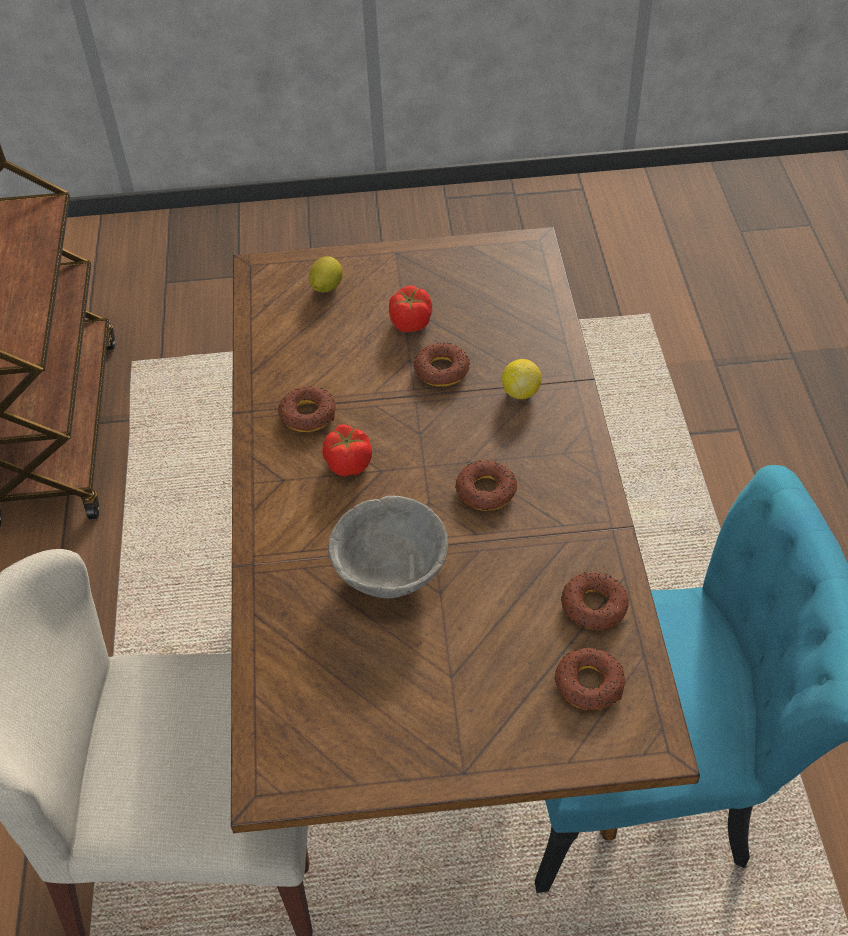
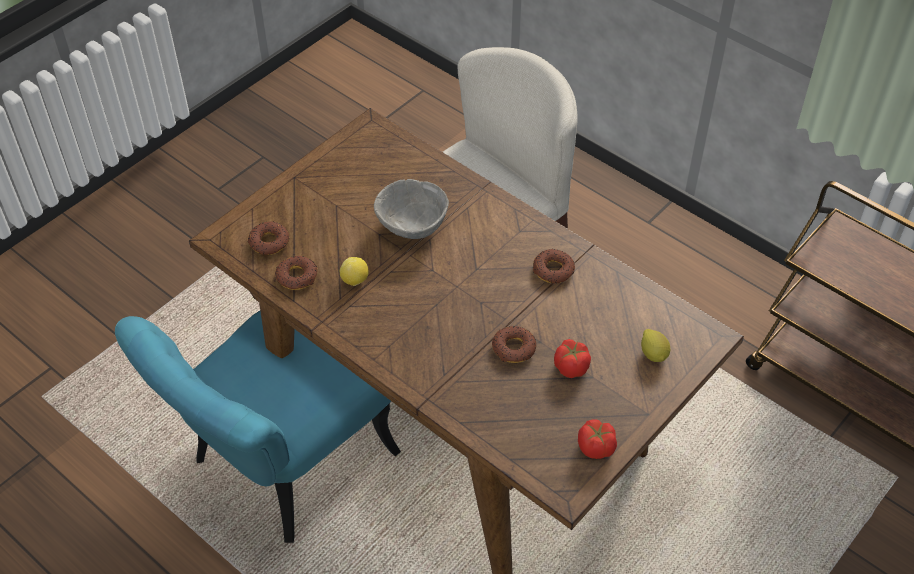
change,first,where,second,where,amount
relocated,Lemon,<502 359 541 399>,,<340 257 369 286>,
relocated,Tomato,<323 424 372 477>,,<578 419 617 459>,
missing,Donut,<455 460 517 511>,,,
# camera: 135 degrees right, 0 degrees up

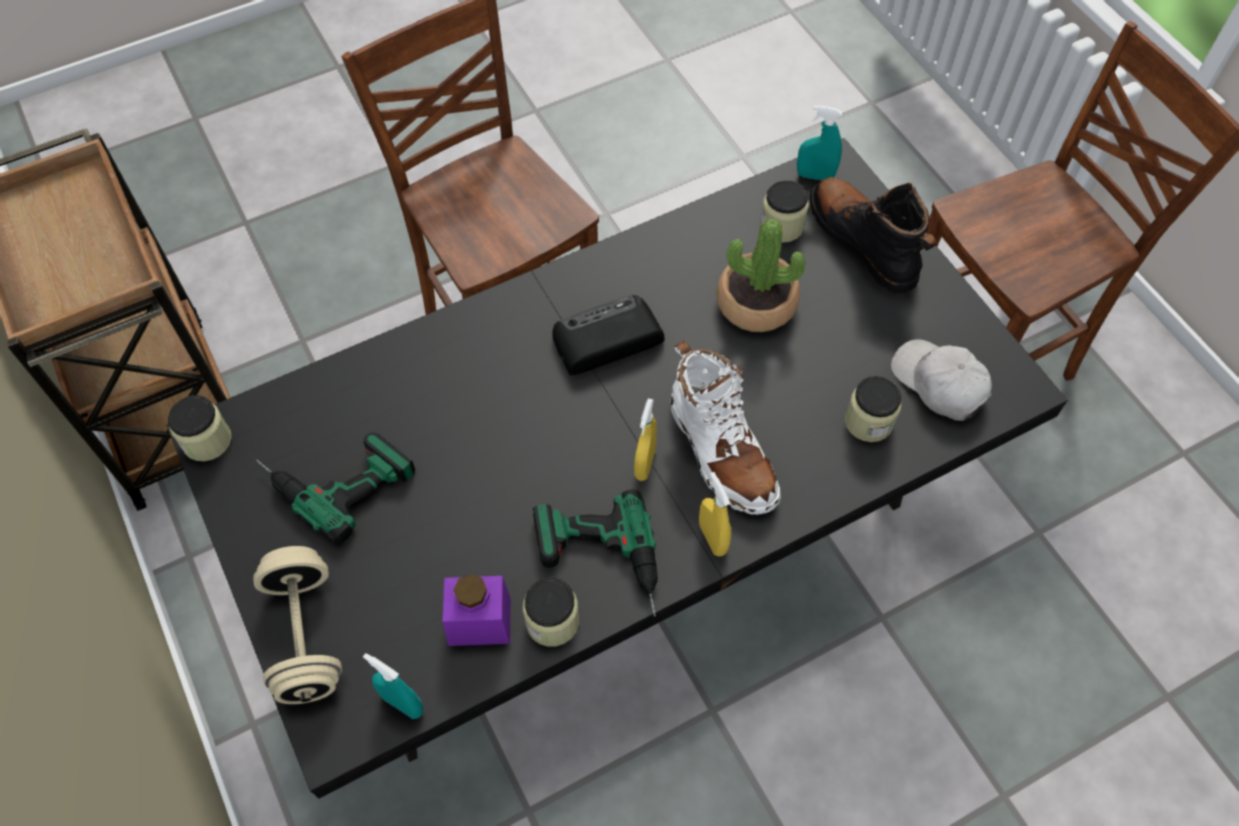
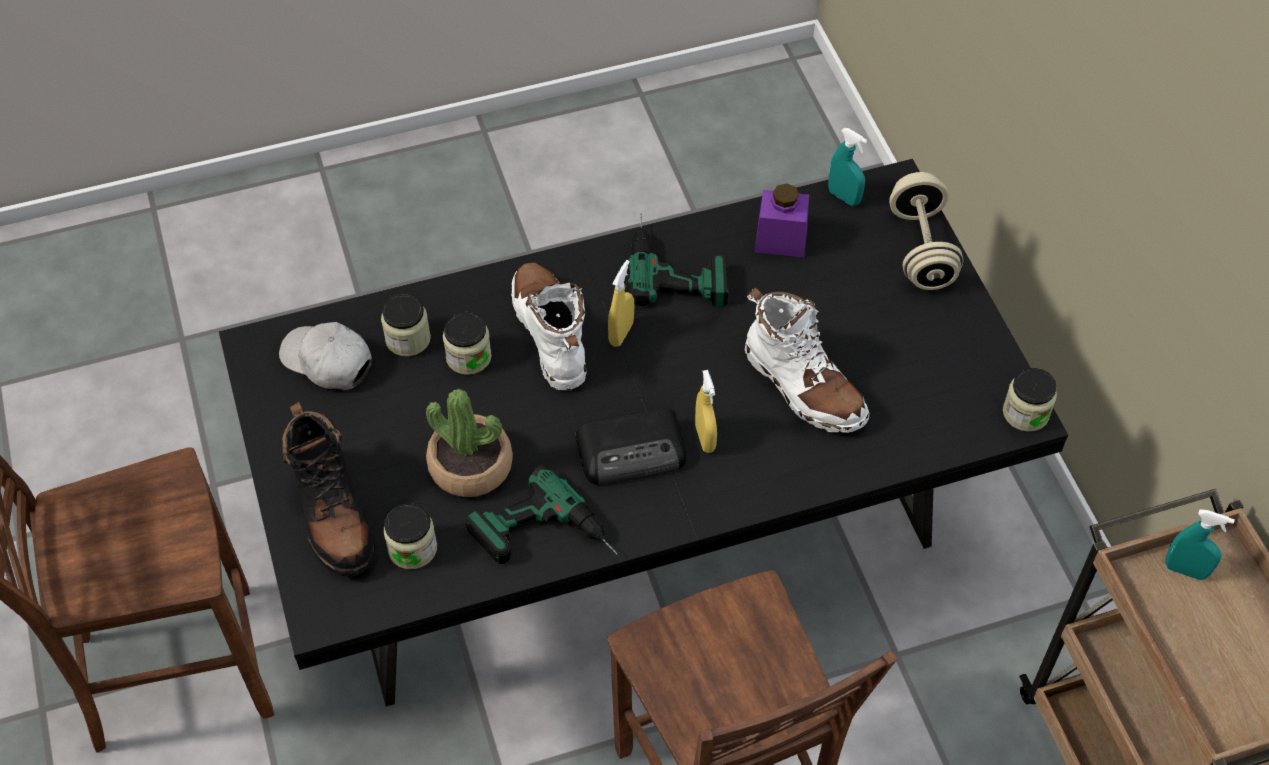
change,first,where,second,where,amount
relocated,TurquoiseSprayBottle,<797 105 842 180>,,<1165 509 1235 580>,
spun,WhiteCap,<891 339 992 421>,,<279 322 372 390>,150 degrees clockwise
relocated,PowerDrill,<256 432 415 543>,,<465 465 618 564>,
relocated,YellowSprayBottle,<699 472 731 557>,,<695 370 717 453>,
relocated,Jar,<523 578 579 647>,,<443 312 492 375>,
appeared,,,WhiteBoot,<745 288 869 433>,
# camera: 170 degrees left, 5 degrees down

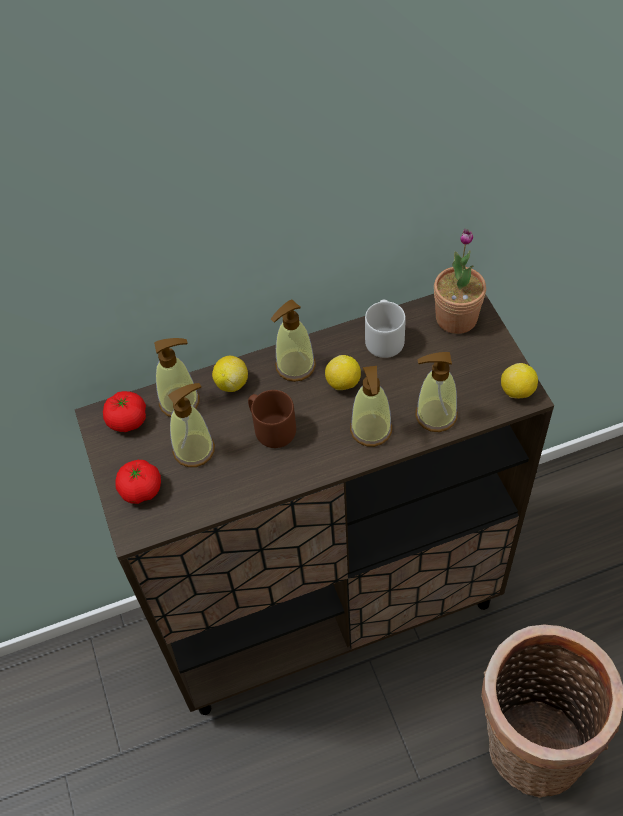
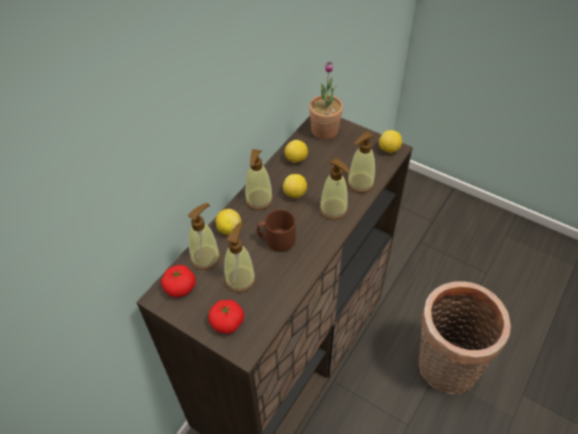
change,first,where,second,where,amount
exchanged,GreyMug,<365 300 406 358>,Lemon,<284 140 308 163>,
# camera: 40 degrees left, 5 degrees down

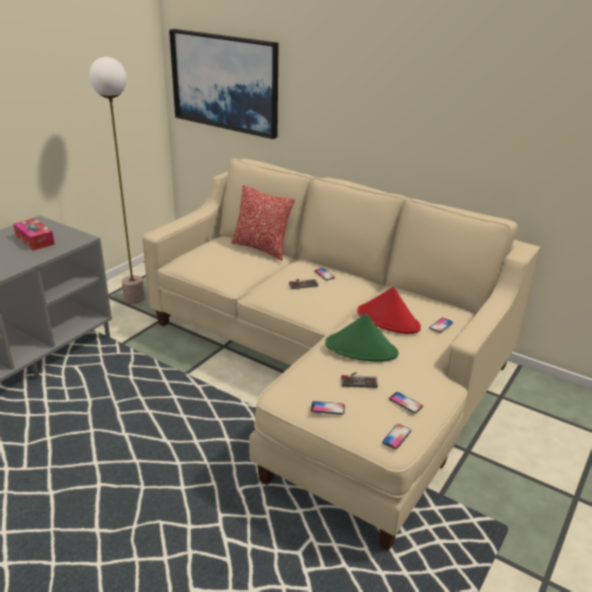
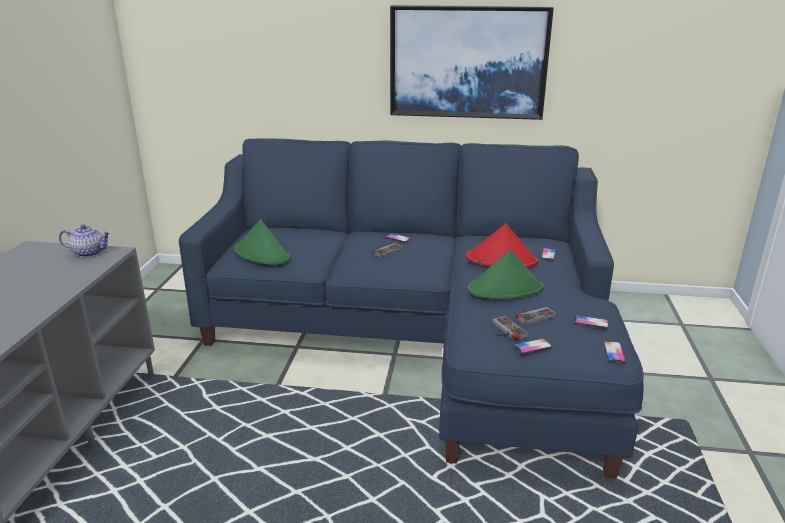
change,first,where,second,where,amount
relocated,Picture,<169 29 279 139>,,<390 5 554 120>,
missing,FloorLamp,<89 57 145 304>,,,
colour,BeigeSofa,<143 158 541 551>,BlueSofa,<179 138 644 479>,
missing,Pillow,<231 185 295 261>,,,
missing,TissueBox,<13 218 55 251>,,,
appeared,,,GreenHat,<234 219 291 265>,
appeared,,,Teapot,<59 224 111 257>,
appeared,,,GameController,<492 316 528 341>,
# camera: 25 degrees left, 5 degrees down

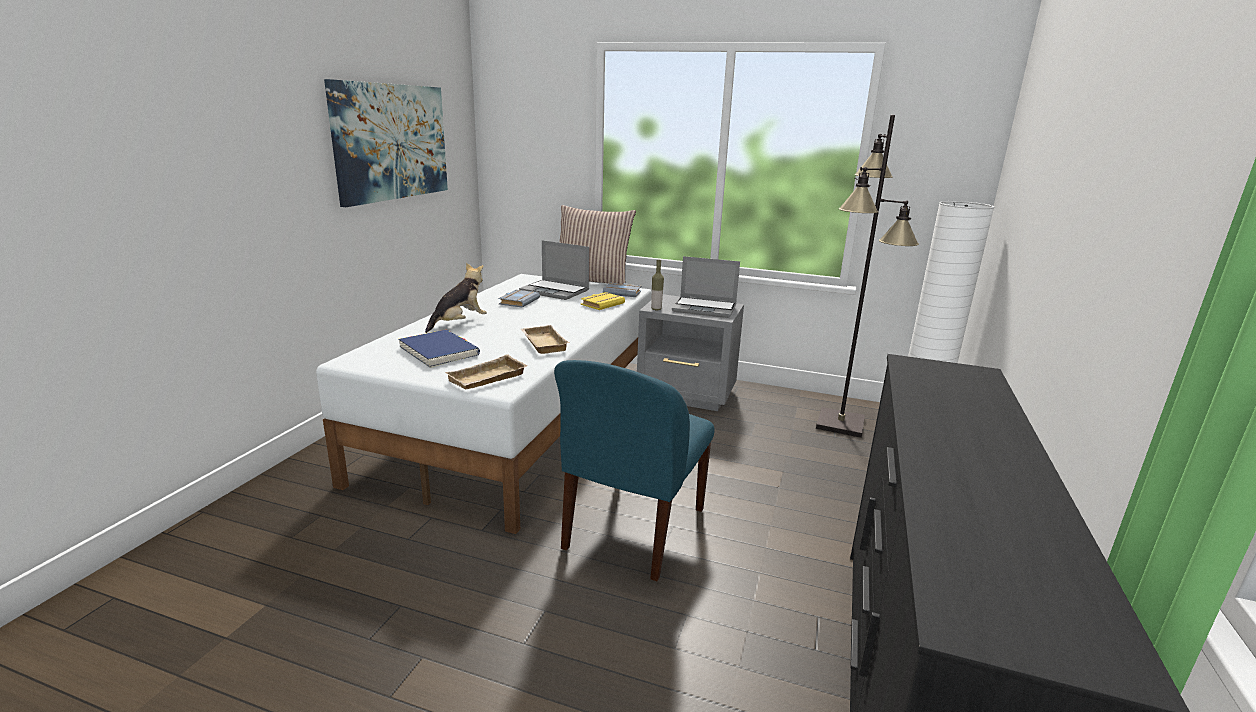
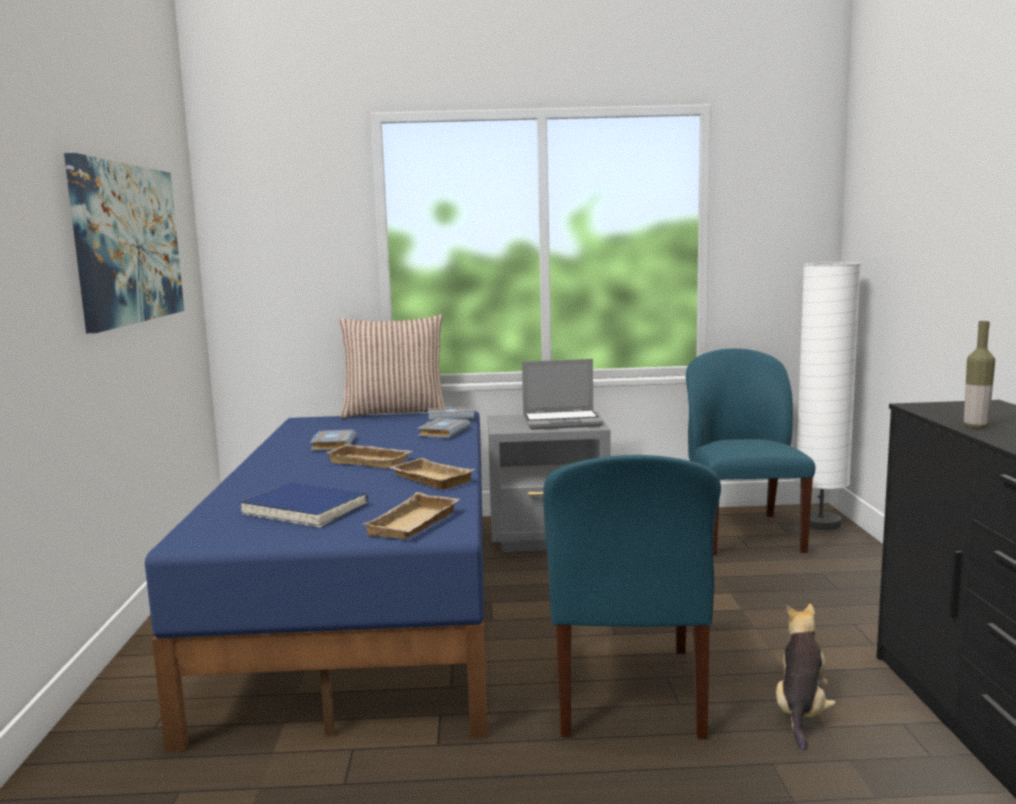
change,first,where,second,where,amount
exchanged,BlackFloorLamp,<816 115 919 438>,BlueChair,<686 348 815 555>,
missing,Laptop,<519 240 589 300>,,,
relocated,Bottle,<651 260 664 310>,,<964 321 995 429>,
relocated,PlushToy,<425 263 487 333>,,<776 604 836 750>,
colour,WhiteBed,<316 274 652 534>,BlueBed,<145 411 488 752>,
colour,YellowBook,<581 292 625 310>,GreyBook,<417 418 470 438>,
appeared,,,BeigeTray,<326 444 412 469>,
# camera: 20 degrees left, 10 degrees down

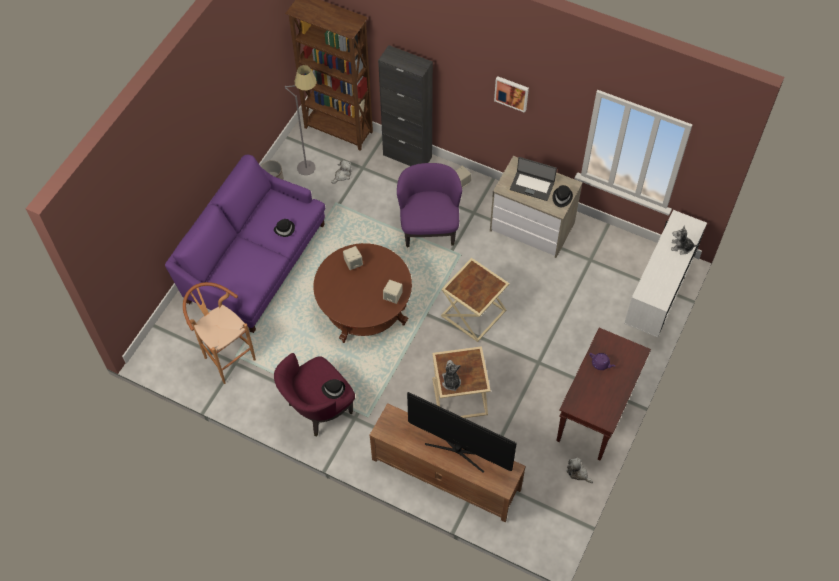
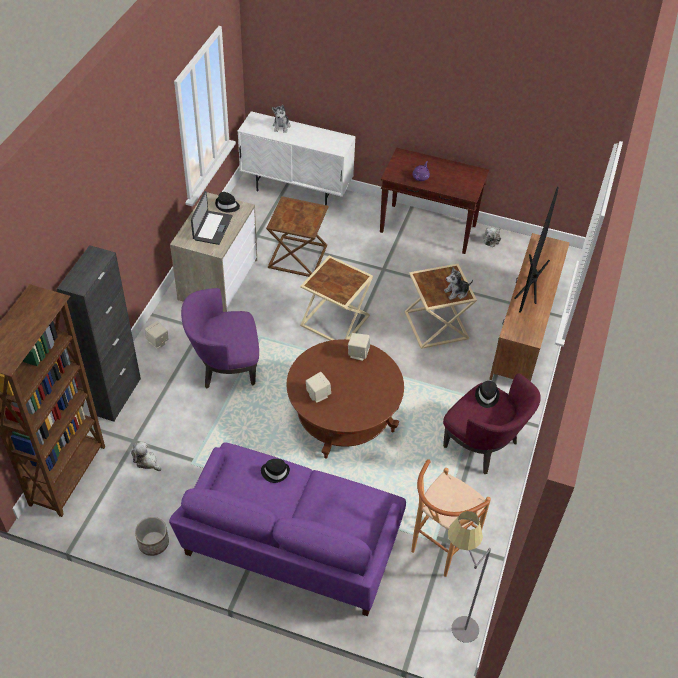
change,first,where,second,where,amount
relocated,GreyFloorLamp,<285 65 317 175>,,<448 511 491 643>,
missing,Picture,<494 76 529 113>,,,
appeared,,,BrownSideTable,<266 196 328 277>,
# camera: 100 degrees left, 10 degrees down

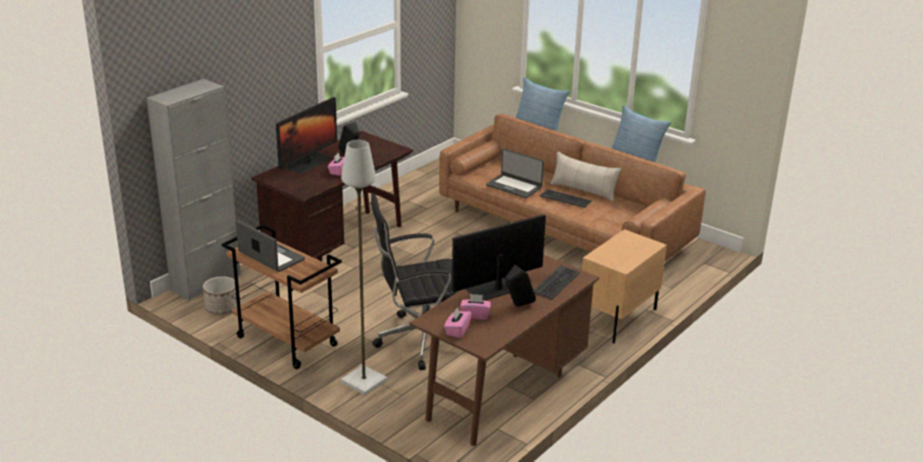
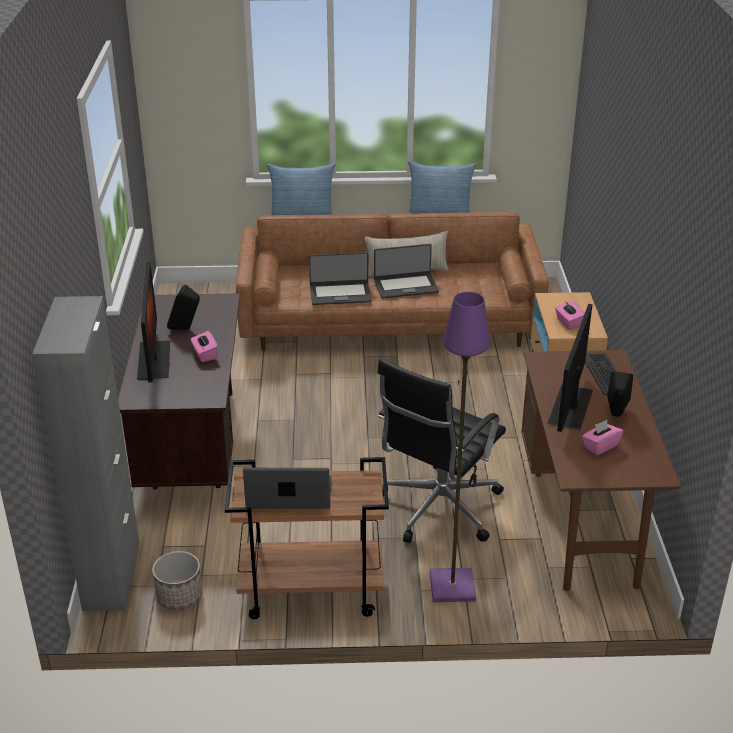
change,first,where,second,where,amount
colour,GreyFloorLamp,<341 140 387 395>,PurpleFloorLamp,<430 292 490 602>,
exchanged,Keyboard,<540 189 592 208>,Laptop,<374 244 439 299>,
relocated,PinkTissueBox,<444 307 472 338>,,<555 301 585 329>,
# camera: 40 degrees left, 5 degrees up

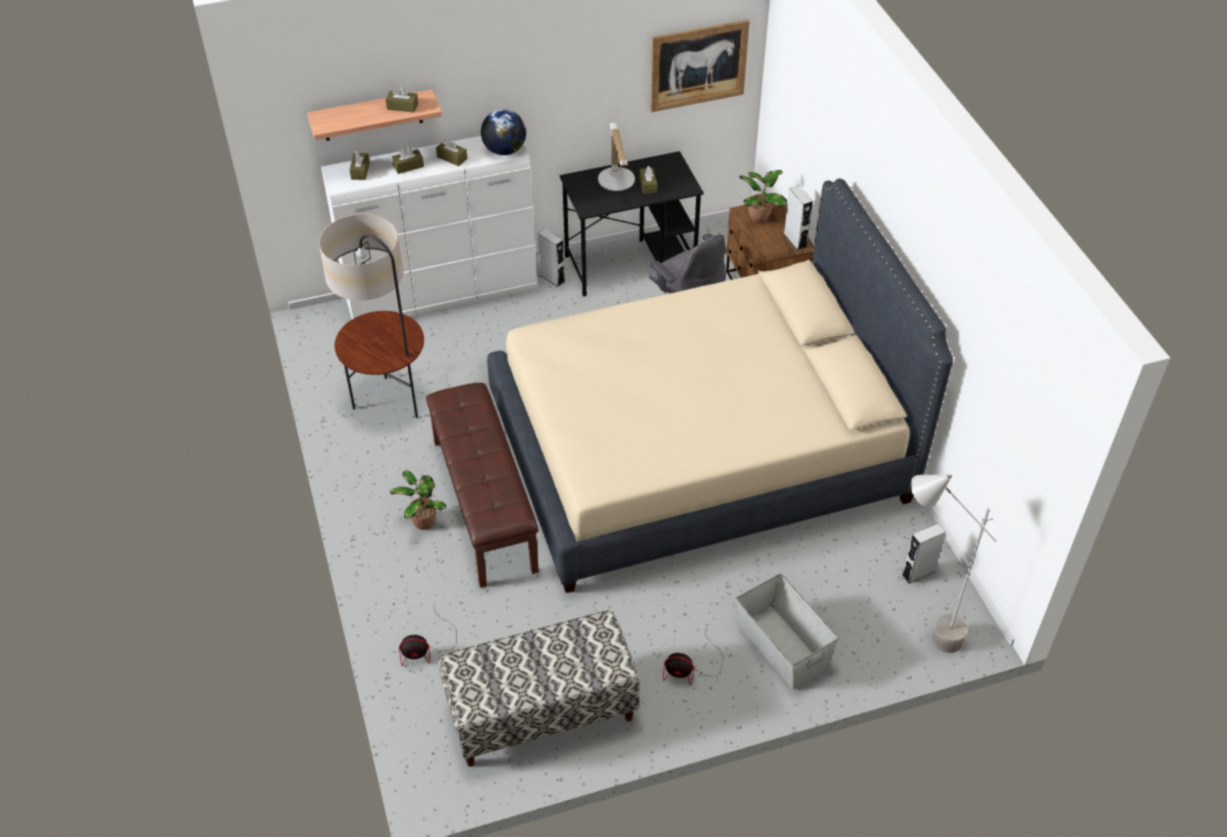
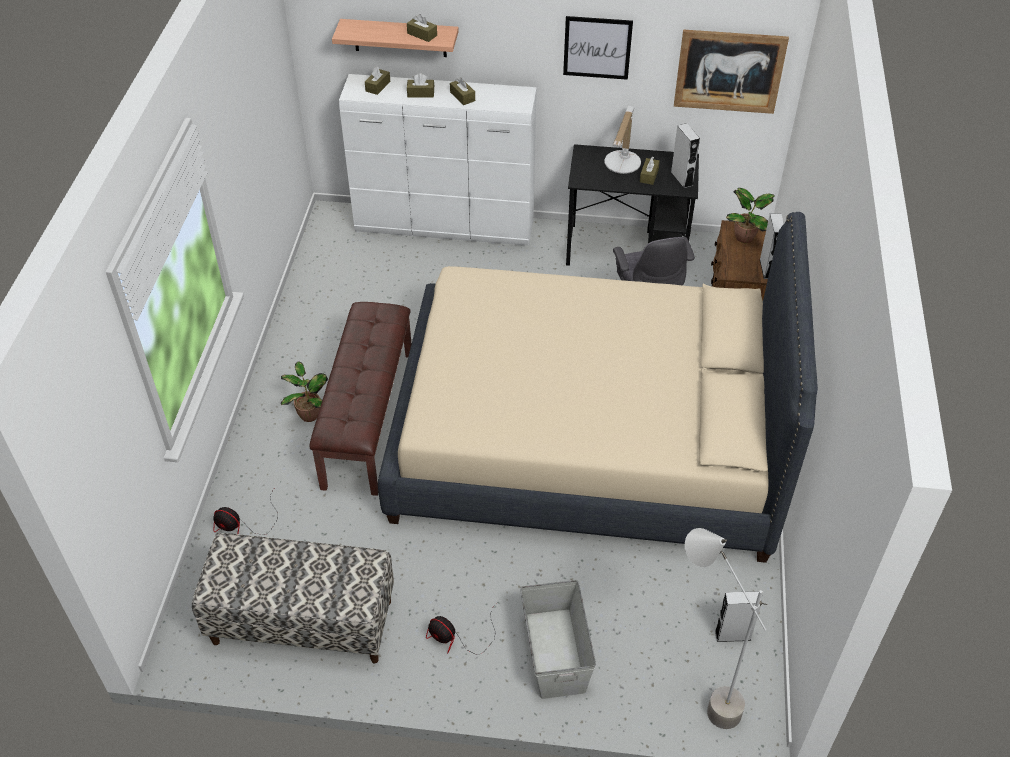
change,first,where,second,where,amount
missing,Globe,<481 109 526 155>,,,
missing,FloorLamp,<319 214 424 418>,,,
relocated,GreySpeaker,<537 228 565 287>,,<671 123 700 188>,
appeared,,,Picture,<563 16 633 80>,
# camera: 25 degrees right, 0 degrees up

